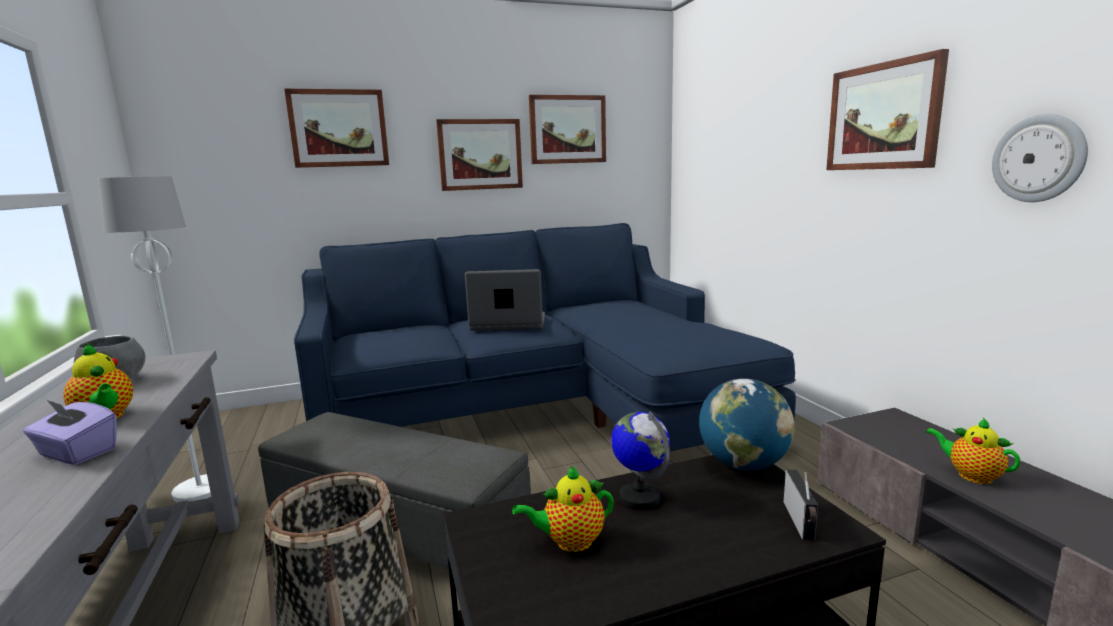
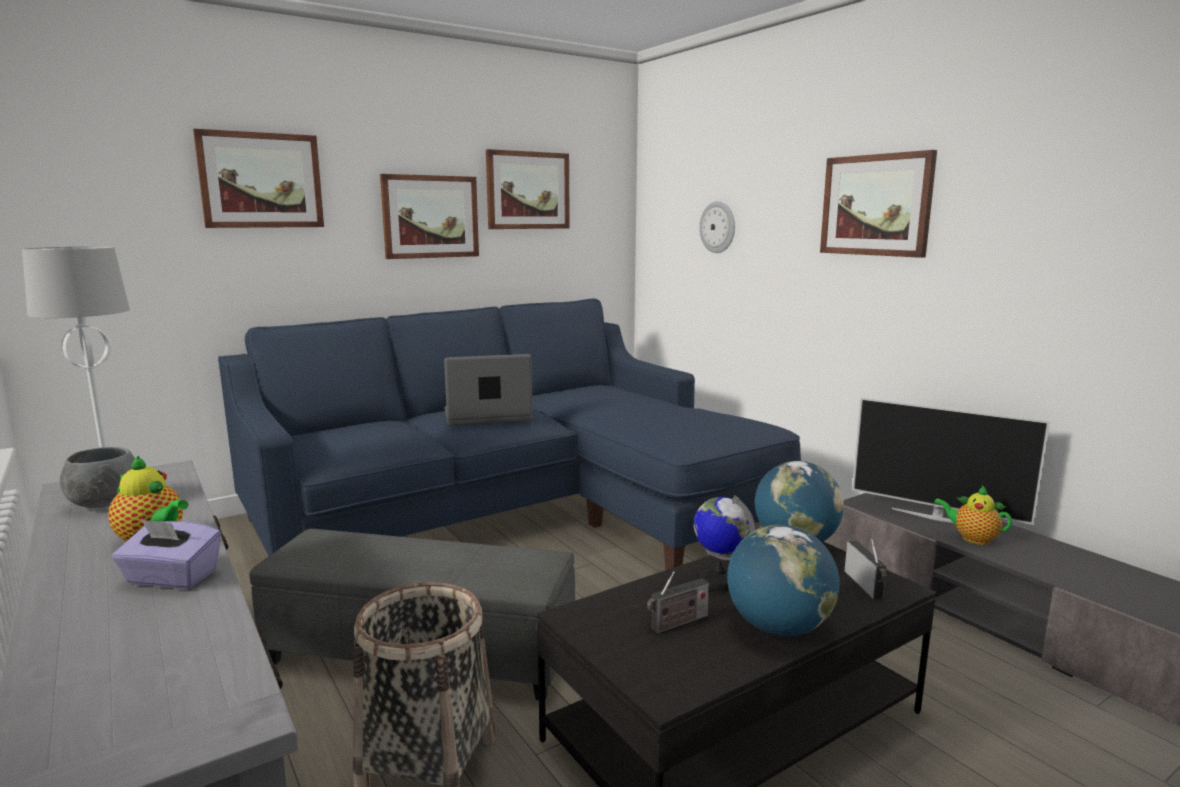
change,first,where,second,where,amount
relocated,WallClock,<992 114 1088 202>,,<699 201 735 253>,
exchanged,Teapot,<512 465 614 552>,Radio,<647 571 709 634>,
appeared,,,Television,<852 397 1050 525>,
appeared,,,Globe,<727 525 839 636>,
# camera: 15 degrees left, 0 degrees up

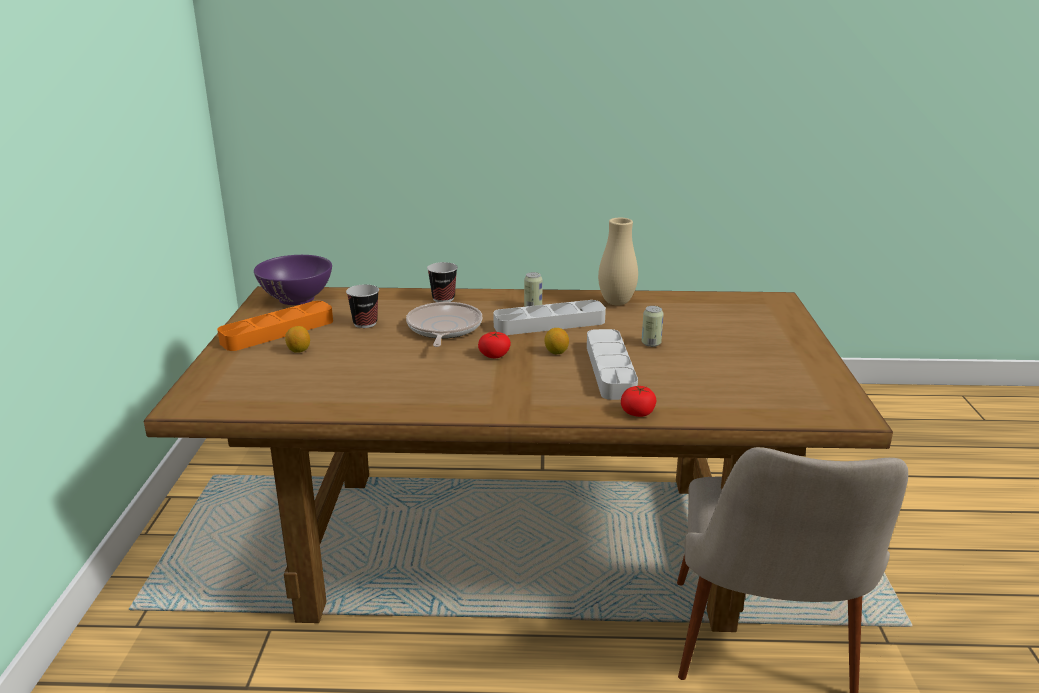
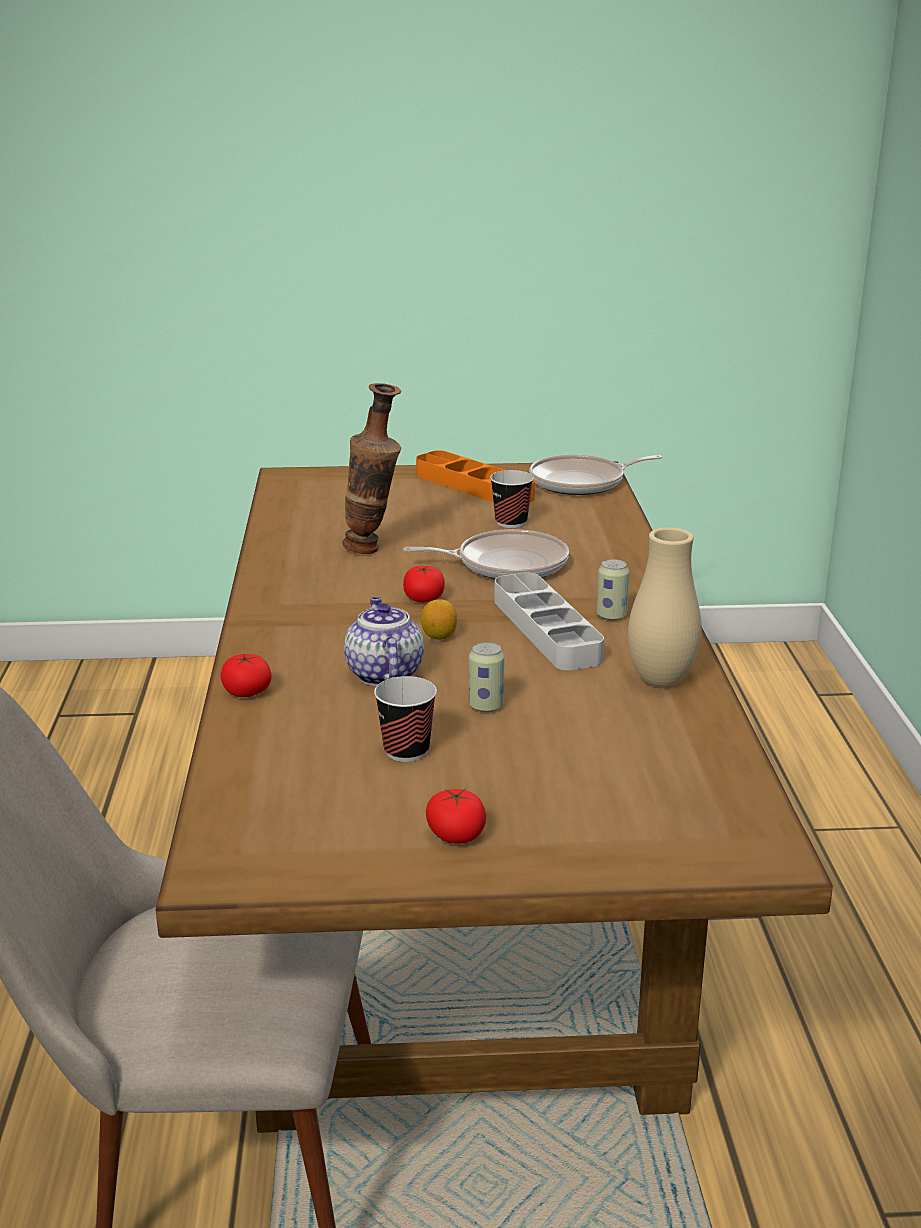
change,first,where,second,where,amount
exchanged,PurpleBowl,<254 255 332 305>,FryingPan,<529 455 662 495>,
relocated,Cup,<427 262 458 302>,,<374 676 437 762>,
missing,Lemon,<285 326 310 353>,,,
exchanged,GreyTray,<587 329 638 400>,Teapot,<344 597 424 686>,
appeared,,,Vase,<343 383 401 554>,
appeared,,,Tomato,<426 789 486 844>,
# camera: 85 degrees right, 0 degrees up

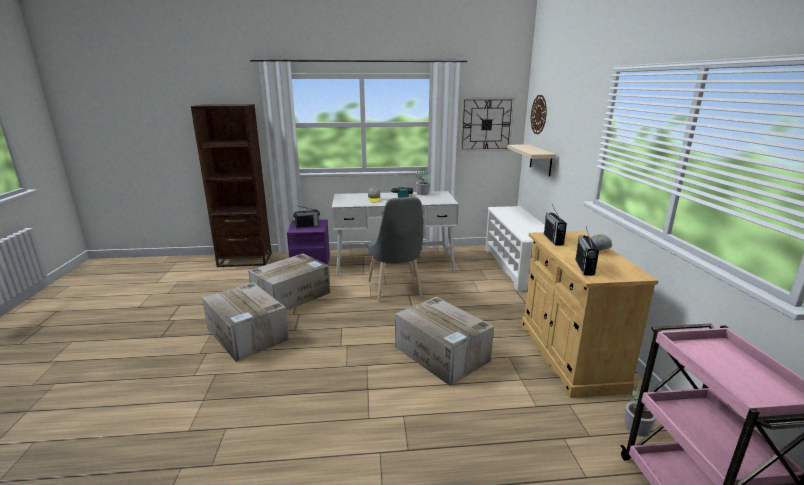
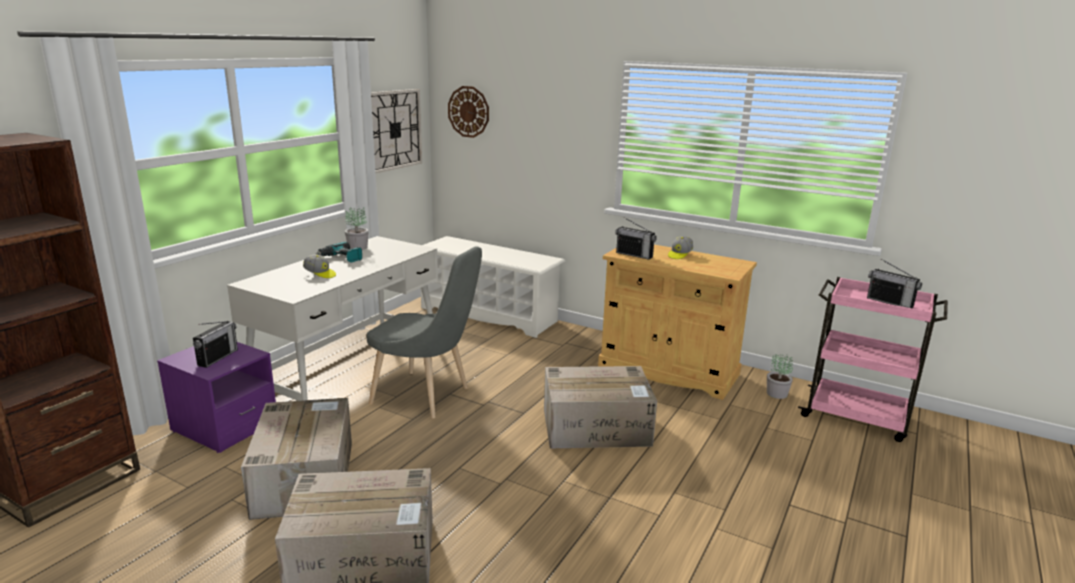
change,first,where,second,where,amount
missing,BeigeShelf,<507 144 557 177>,,,
relocated,Radio,<575 226 599 276>,,<867 259 922 308>,
# camera: 55 degrees left, 0 degrees up

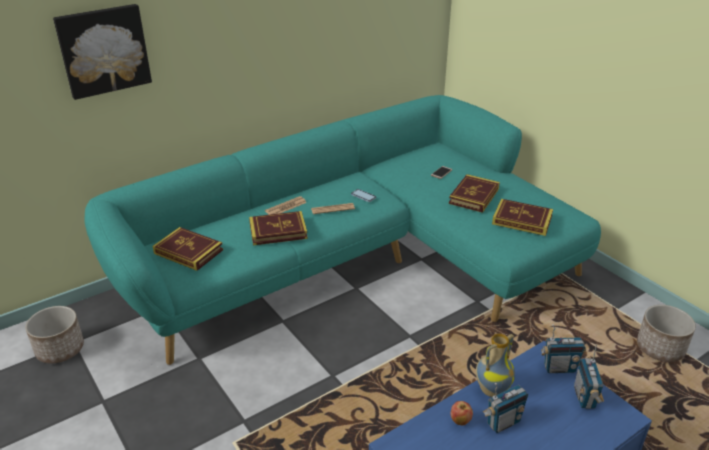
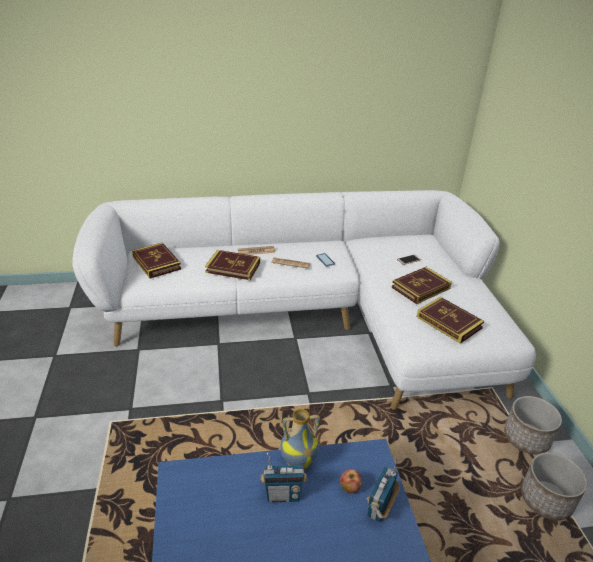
change,first,where,second,where,amount
missing,Picture,<53 4 152 100>,,,
colour,TurquoiseSofa,<85 95 601 365>,WhiteSofa,<72 190 536 410>,
relocated,Planter,<25 306 84 363>,,<504 396 562 454>,
missing,Radio,<541 324 586 373>,,,
relocated,Apple,<451 401 473 425>,,<340 469 362 494>,
# camera: 25 degrees right, 0 degrees up

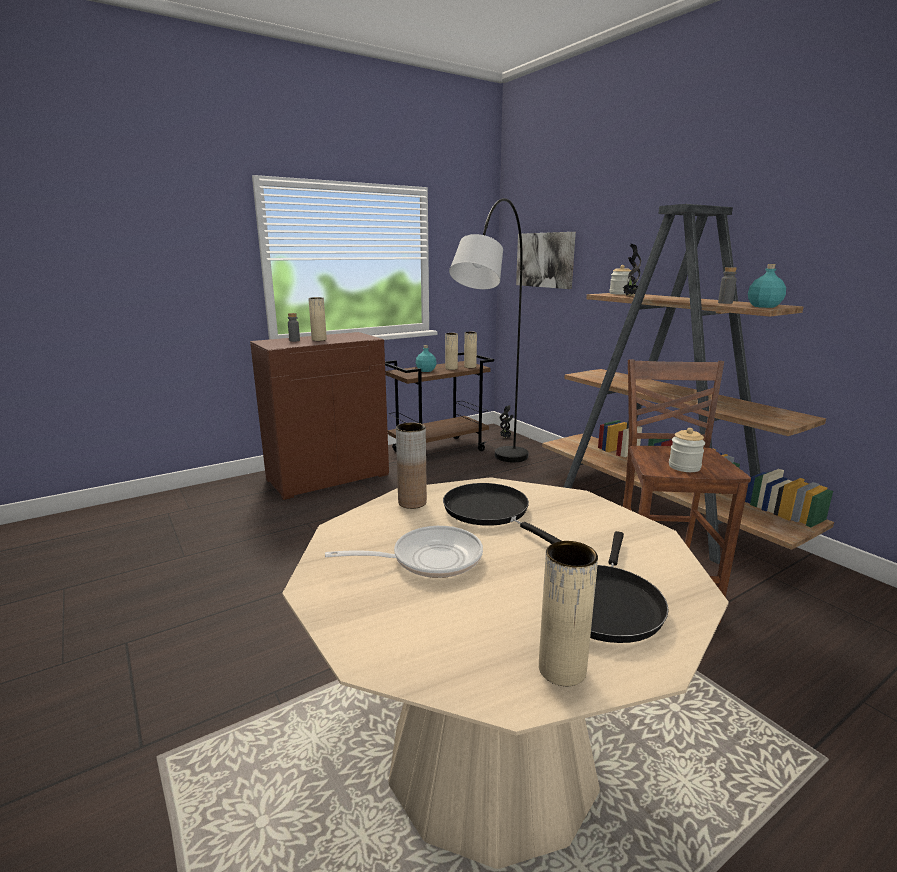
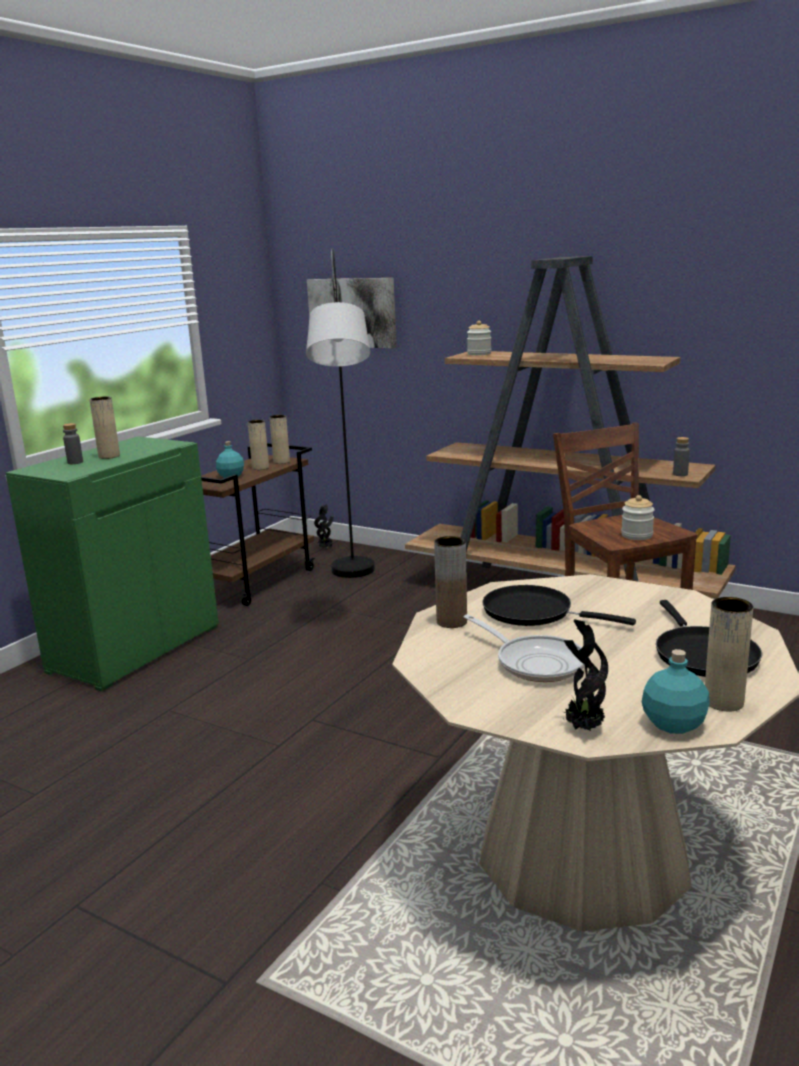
change,first,where,second,where,amount
relocated,PottedPlant,<622 244 641 297>,,<563 619 608 731>,
relocated,TurquoiseBottle,<748 264 786 308>,,<642 649 710 734>,
relocated,GreyBottle,<718 267 737 304>,,<673 437 690 476>,
colour,BrownCabinet,<250 332 389 500>,GreenCabinet,<6 436 219 691>,
spun,FryingPan,<325 526 483 578>,,<463 614 585 682>,90 degrees clockwise
# camera: 25 degrees left, 0 degrees up

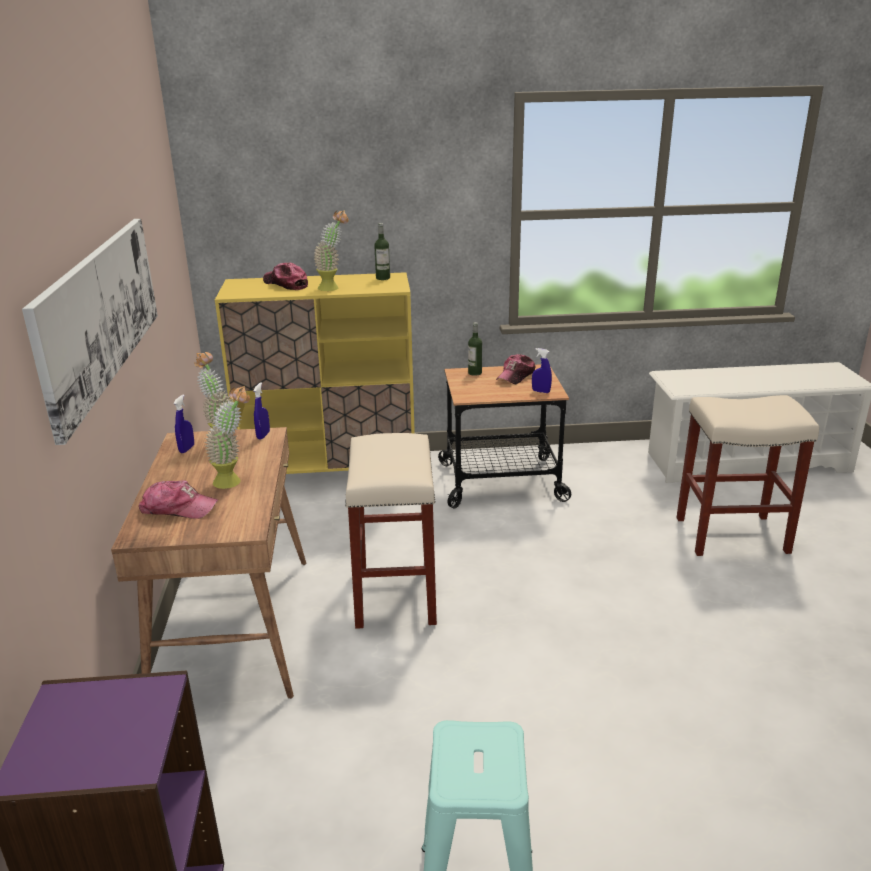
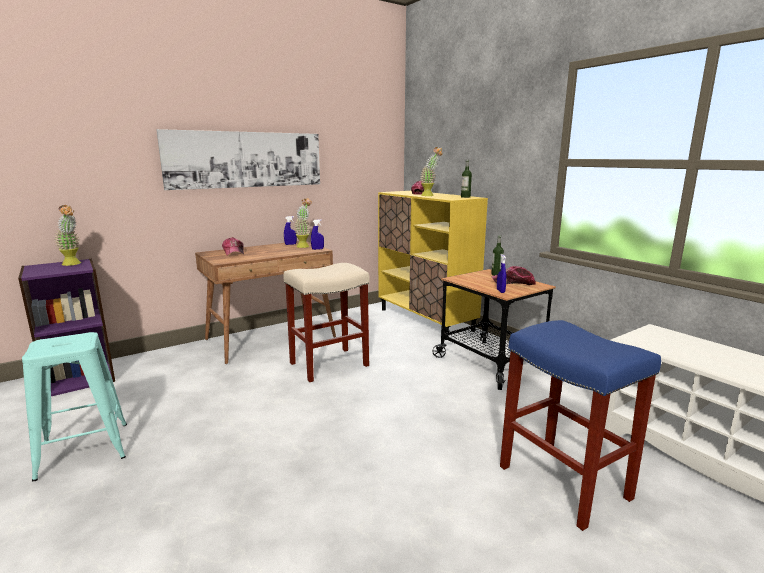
change,first,where,second,where,amount
relocated,PottedPlant,<205 386 250 489>,,<54 205 81 266>,
colour,BeigeStool,<676 395 819 556>,BlueStool,<500 320 661 531>,
# camera: 60 degrees right, 10 degrees down

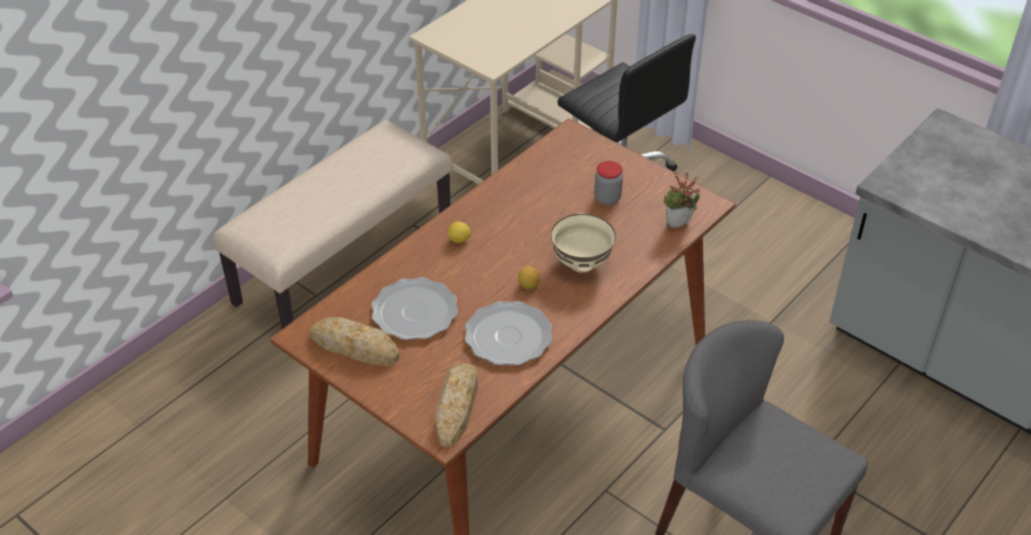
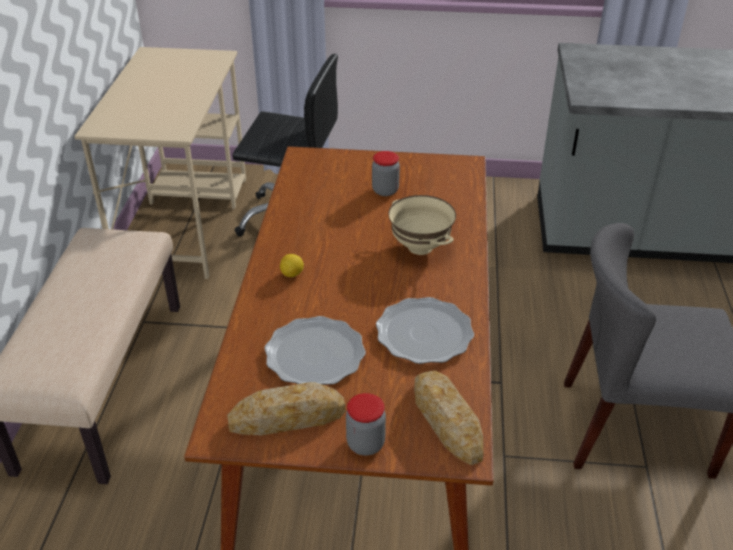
change,first,where,second,where,amount
missing,PottedPlant,<664 172 700 228>,,,
missing,Lemon,<518 266 540 289>,,,
appeared,,,Jar,<346 393 386 456>,
# camera: 35 degrees left, 5 degrees down

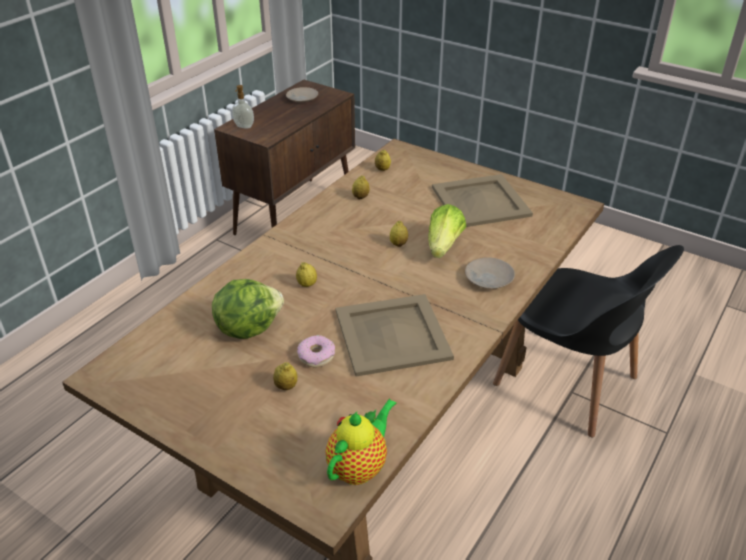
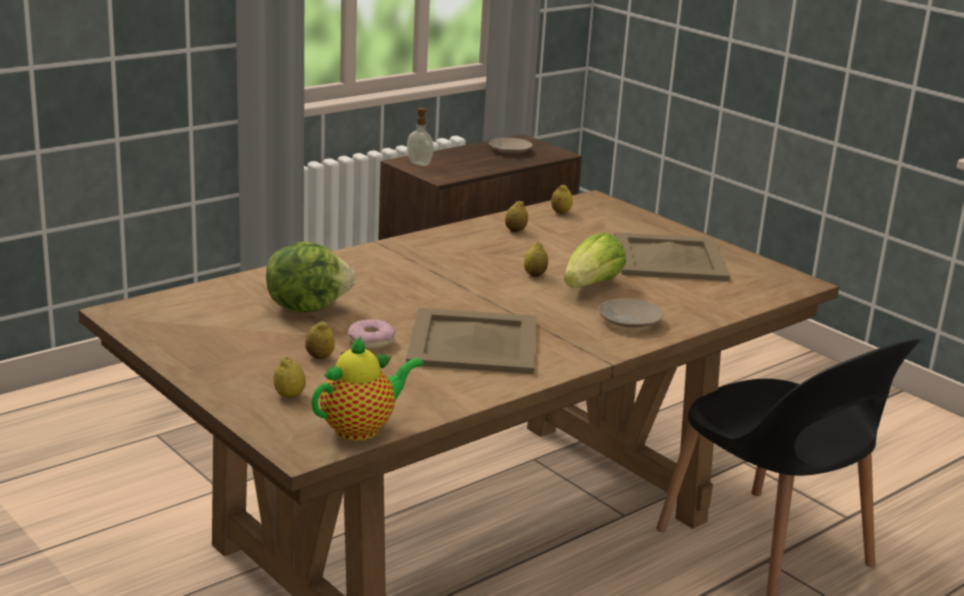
change,first,where,second,where,amount
relocated,Lemon,<296 262 317 287>,,<274 357 306 398>,
# camera: 15 degrees right, 15 degrees down

